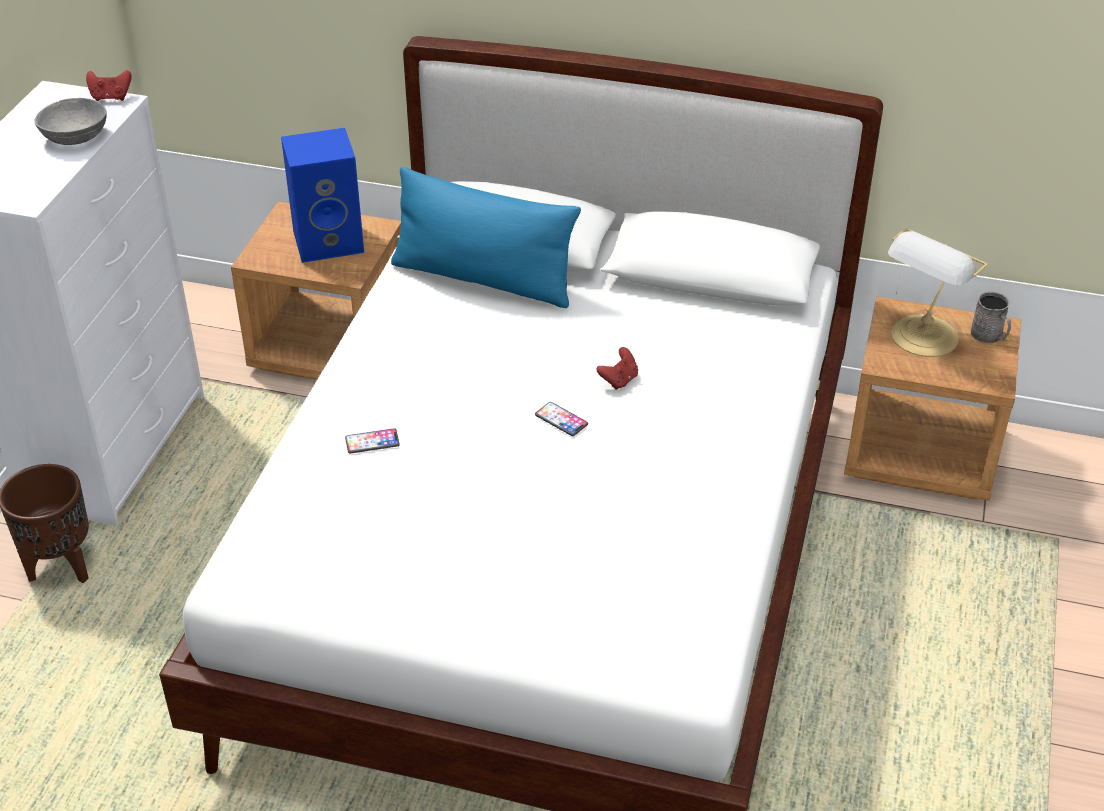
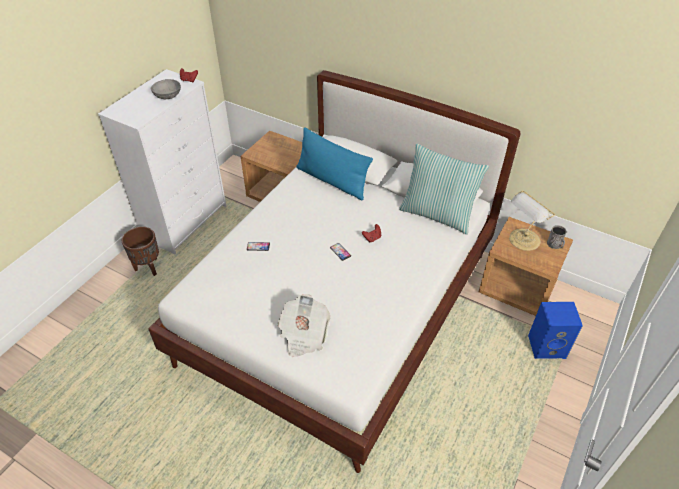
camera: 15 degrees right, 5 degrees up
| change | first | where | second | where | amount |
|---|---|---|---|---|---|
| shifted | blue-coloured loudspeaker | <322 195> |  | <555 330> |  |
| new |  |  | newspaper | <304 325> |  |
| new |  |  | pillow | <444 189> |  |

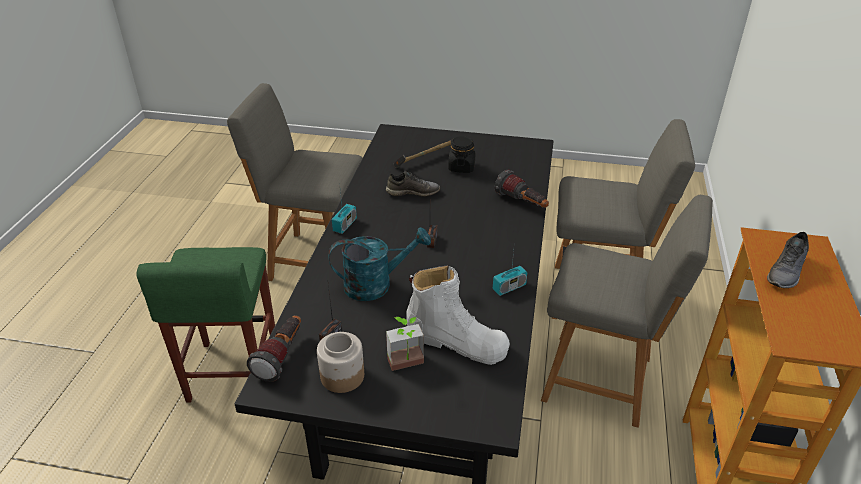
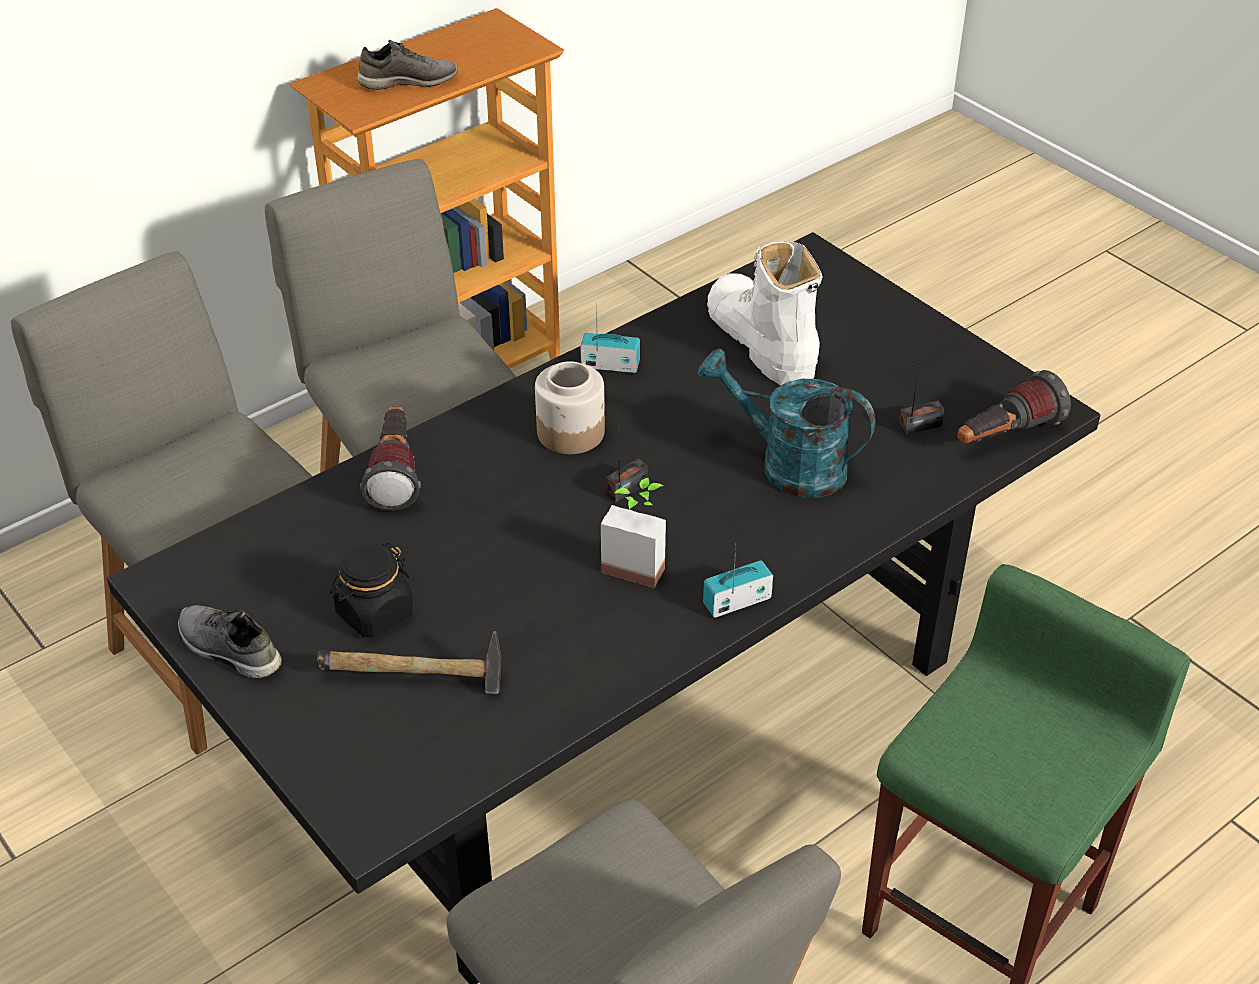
camera: 140 degrees left, 5 degrees up
| change | first | where | second | where | amount |
|---|---|---|---|---|---|
| shifted | storage jar | <340 362> |  | <570 407> |  |
| shifted | greyish low shoe | <413 184> |  | <230 641> |  |
| shifted | houseplant | <405 344> |  | <633 533> |  |

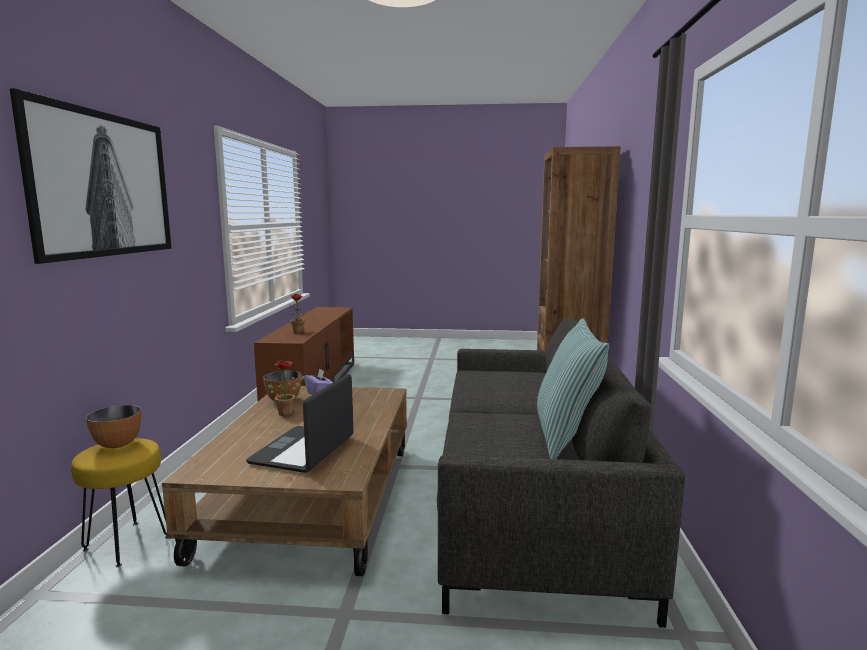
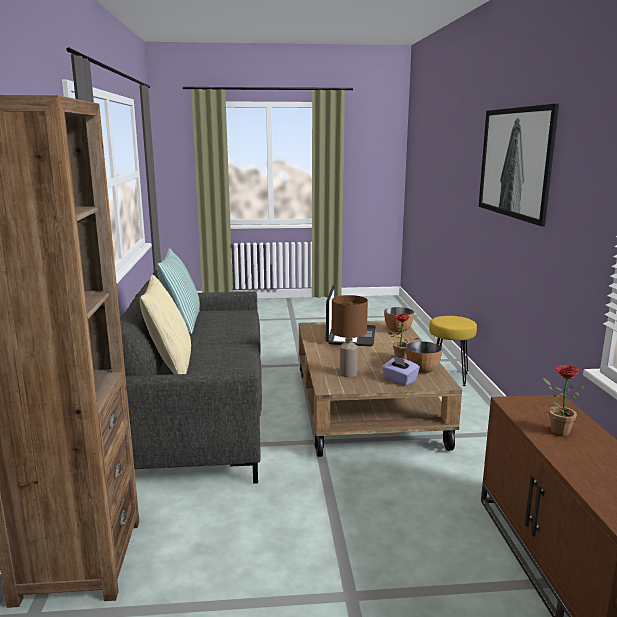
camera: 170 degrees right, 5 degrees up
| change | first | where | second | where | amount |
|---|---|---|---|---|---|
| shifted | deep dish | <113 426> |  | <399 320> |  |
| new |  |  | beige pillow | <165 324> |  |
| new |  |  | brownish tabletop lamp | <349 336> |  |

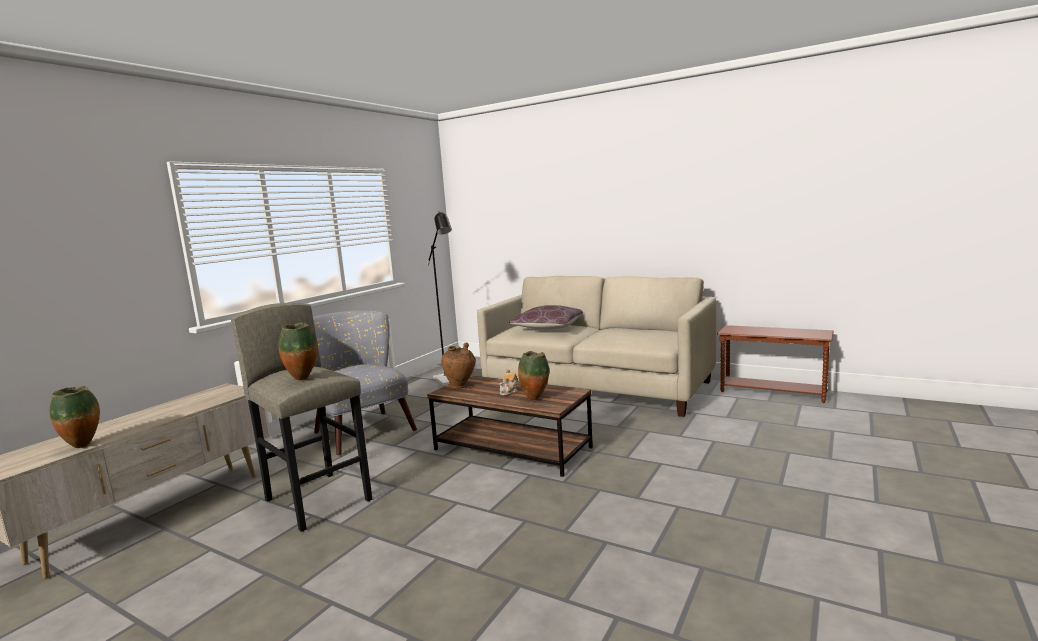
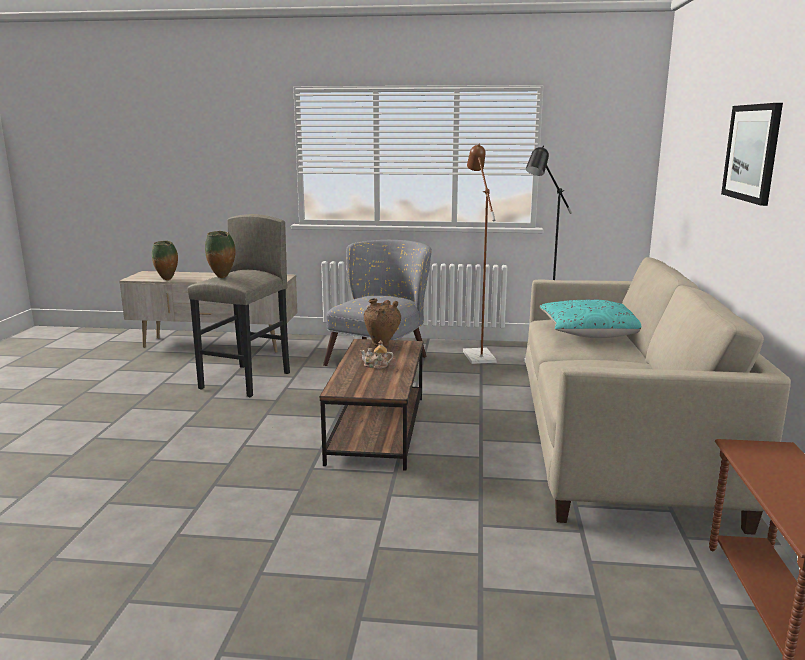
camera: 65 degrees right, 5 degrees up
| change | first | where | second | where | amount |
|---|---|---|---|---|---|
| repainted | brownish pillow | <546 317> | turquoise pillow | <590 318> |  |
| gone | decorative vase | <533 375> |  |  |  |
| new |  |  | brownish standing lamp | <479 254> |  |
| new |  |  | wall picture | <752 154> |  |

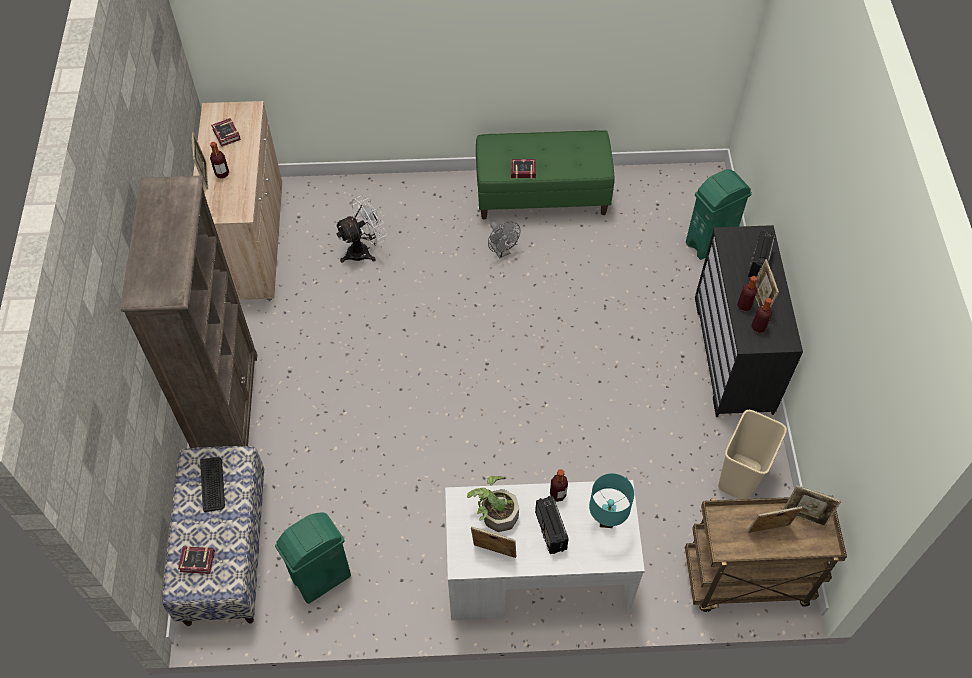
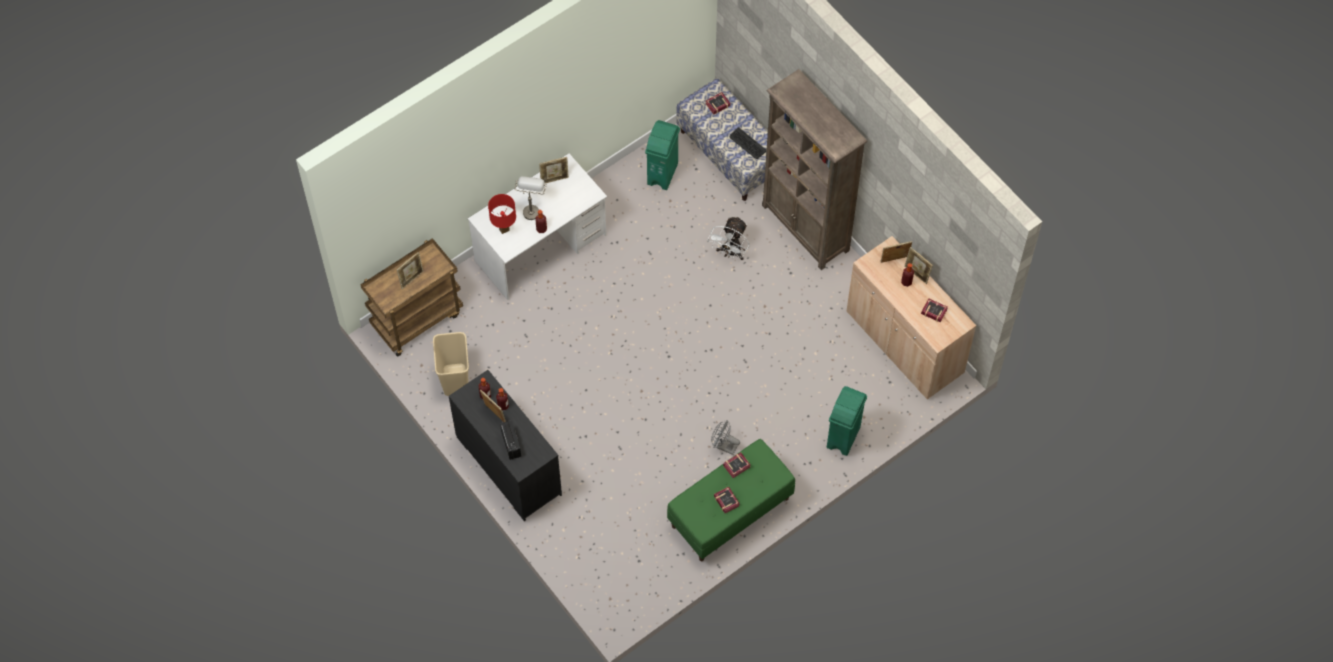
camera: 145 degrees right, 5 degrees up
| change | first | where | second | where | amount |
|---|---|---|---|---|---|
| shifted | white cooling fan | <361 229> |  | <728 238> |  |
| gone | houseplant | <493 504> |  |  |  |
| swapped | radio set | <552 525> | greyish tabletop lamp | <531 198> |  |
| repainted | turquoise tabletop lamp | <611 500> | red tabletop lamp | <502 214> |  |
| shifted | green trash can | <719 214> |  | <847 421> |  |
| shifted | standing frame | <812 506> |  | <896 252> |  |
| new |  |  | bound book | <727 499> |  |

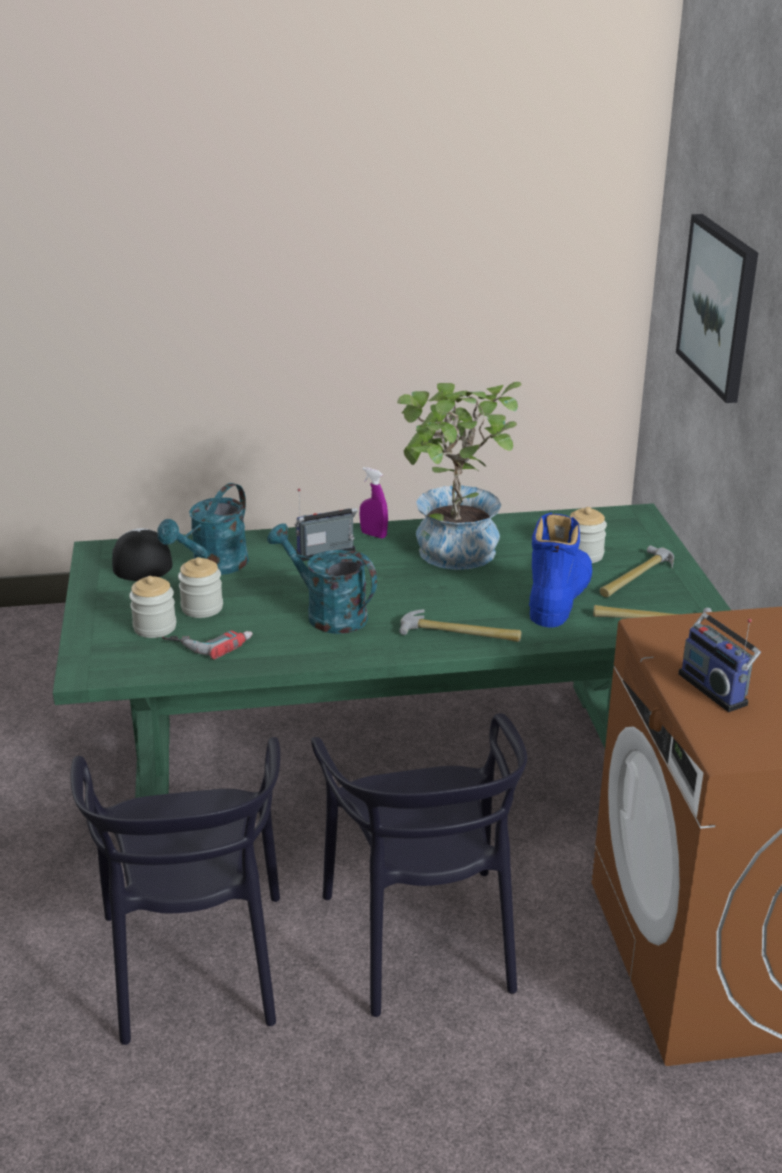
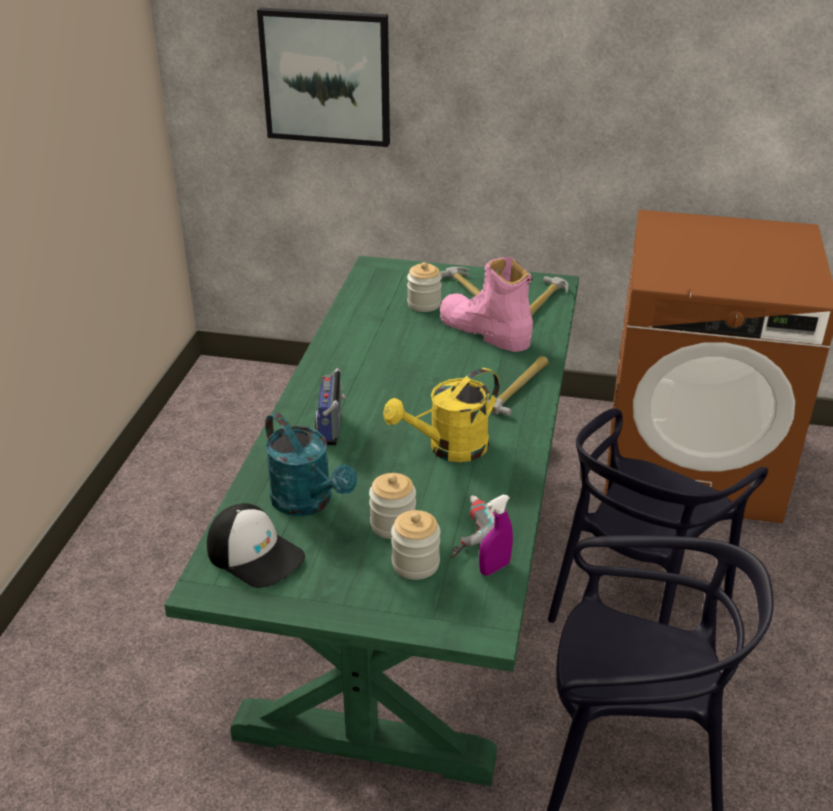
camera: 70 degrees left, 5 degrees up
| change | first | where | second | where | amount |
|---|---|---|---|---|---|
| rotated | cap | <142 554> |  | <256 545> | 150 degrees counterclockwise |
| repainted | turquoise watering can | <322 578> | yellowish watering can | <441 415> |  |
| rotated | blackish upright chair | <419 865> |  | <658 516> | 120 degrees clockwise |
| shifted | purplish sprayer | <374 503> |  | <496 535> |  |
| gone | houseplant | <459 476> |  |  |  |
| repainted | blue-coloured high-top boot | <560 570> | pink-coloured high-top boot | <486 304> |  |
| gone | radio set | <719 662> |  |  |  |

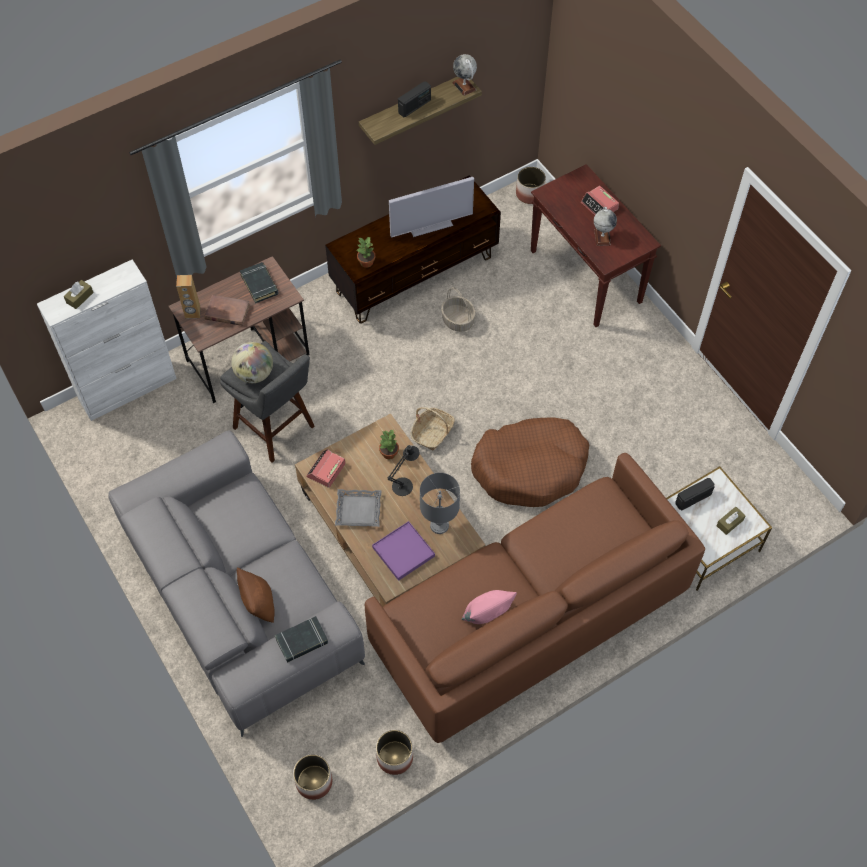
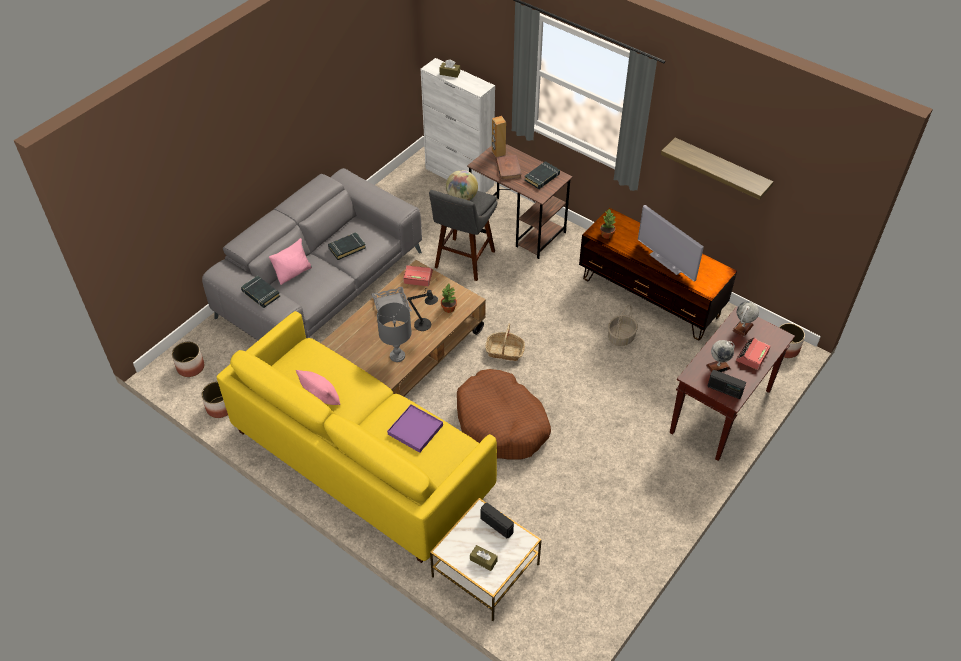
camera: 70 degrees right, 10 degrees down
| change | first | where | second | where | amount |
|---|---|---|---|---|---|
| repainted | brownish pillow | <256 595> | pink-coloured pillow | <290 261> |  |
| repainted | brownish couch | <535 598> | yellowish couch | <357 437> |  |
| shifted | purplish serving tray | <403 551> |  | <415 428> |  |
| shifted | radio set | <414 99> |  | <726 384> |  |
| shifted | globe | <464 75> |  | <745 319> |  |
| new |  |  | blackish bound book | <347 246> |  |

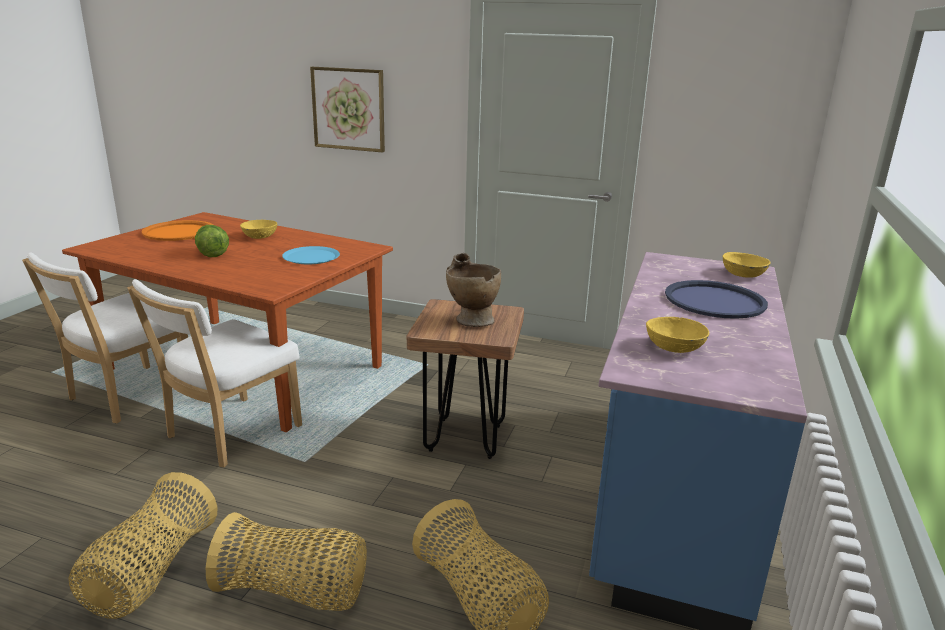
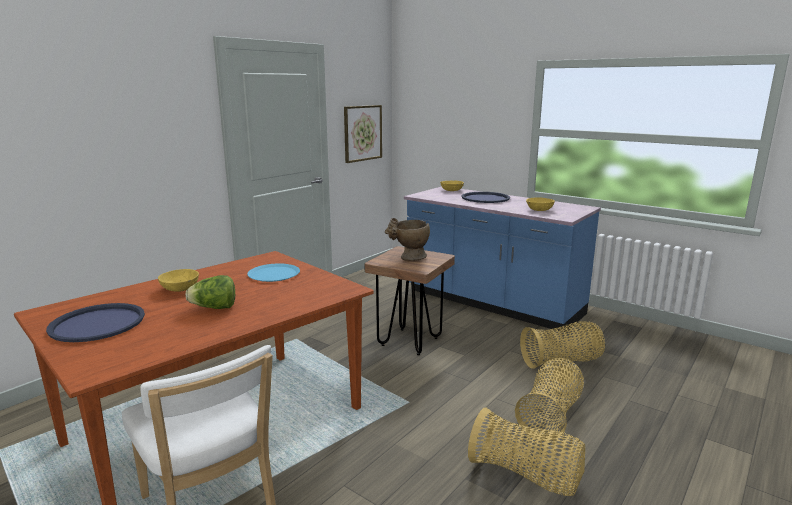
camera: 70 degrees left, 5 degrees down
| change | first | where | second | where | amount |
|---|---|---|---|---|---|
| gone | white upright chair | <214 373> |  |  |  |
| repainted | orangey serving tray | <177 230> | blue-coloured serving tray | <95 322> |  |
| shifted | wall picture | <347 109> |  | <363 134> |  |

